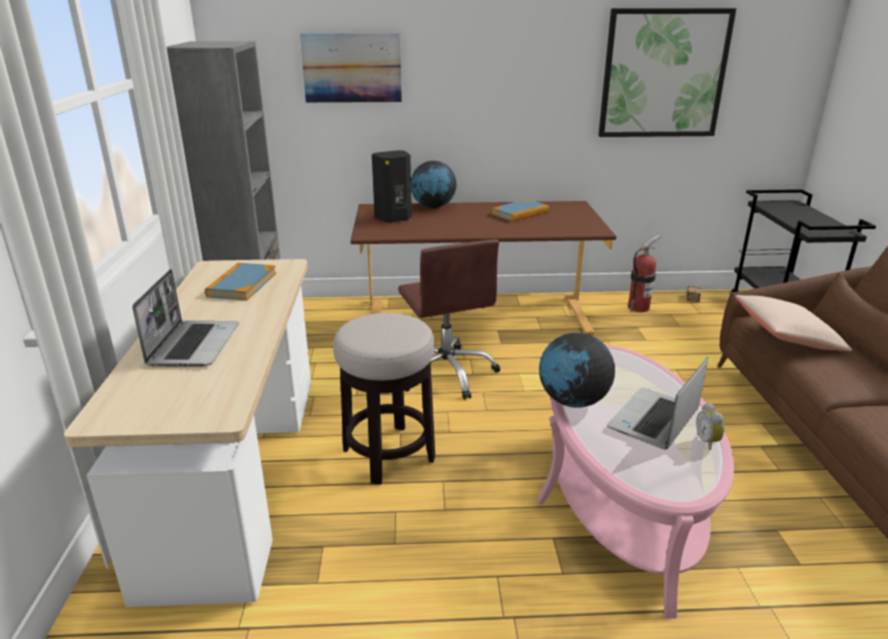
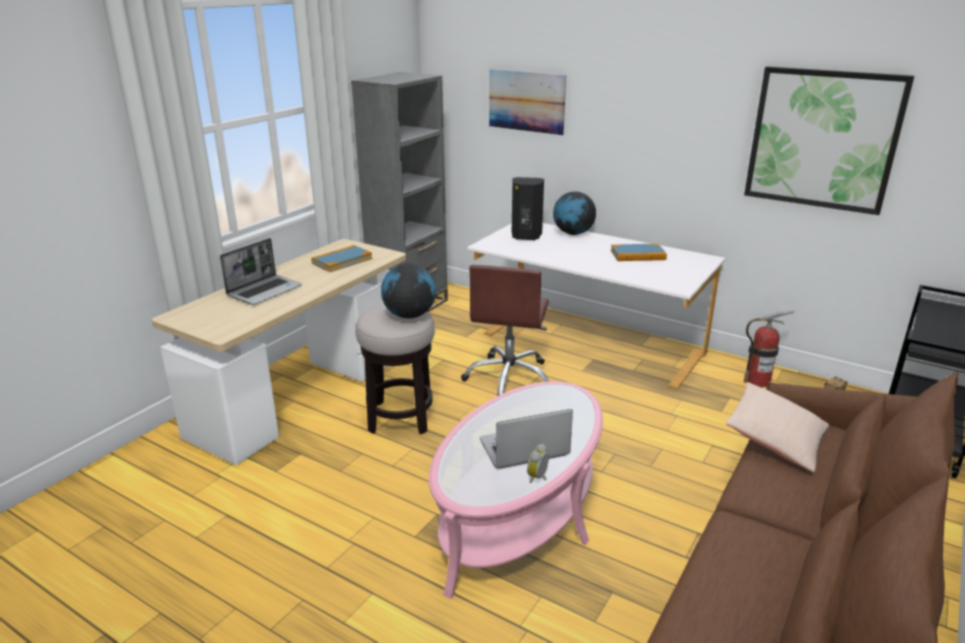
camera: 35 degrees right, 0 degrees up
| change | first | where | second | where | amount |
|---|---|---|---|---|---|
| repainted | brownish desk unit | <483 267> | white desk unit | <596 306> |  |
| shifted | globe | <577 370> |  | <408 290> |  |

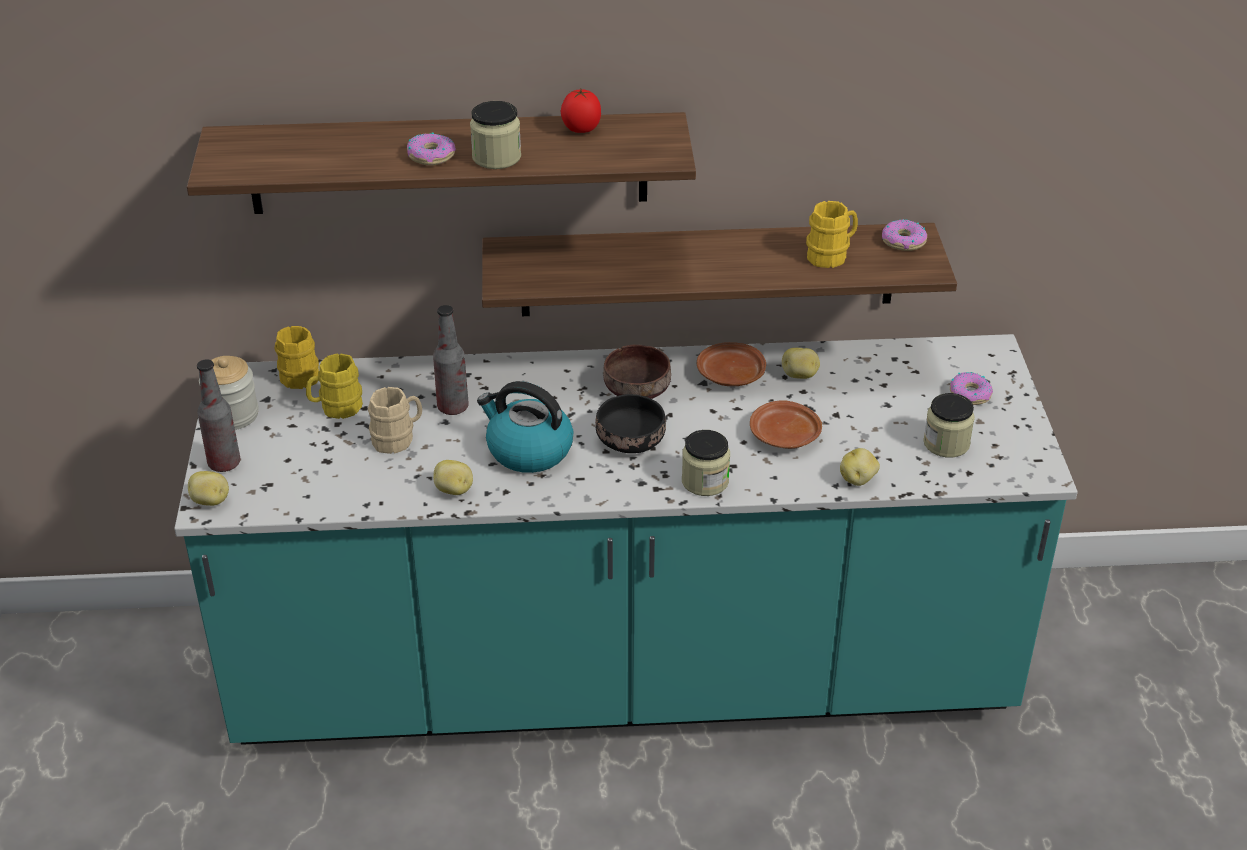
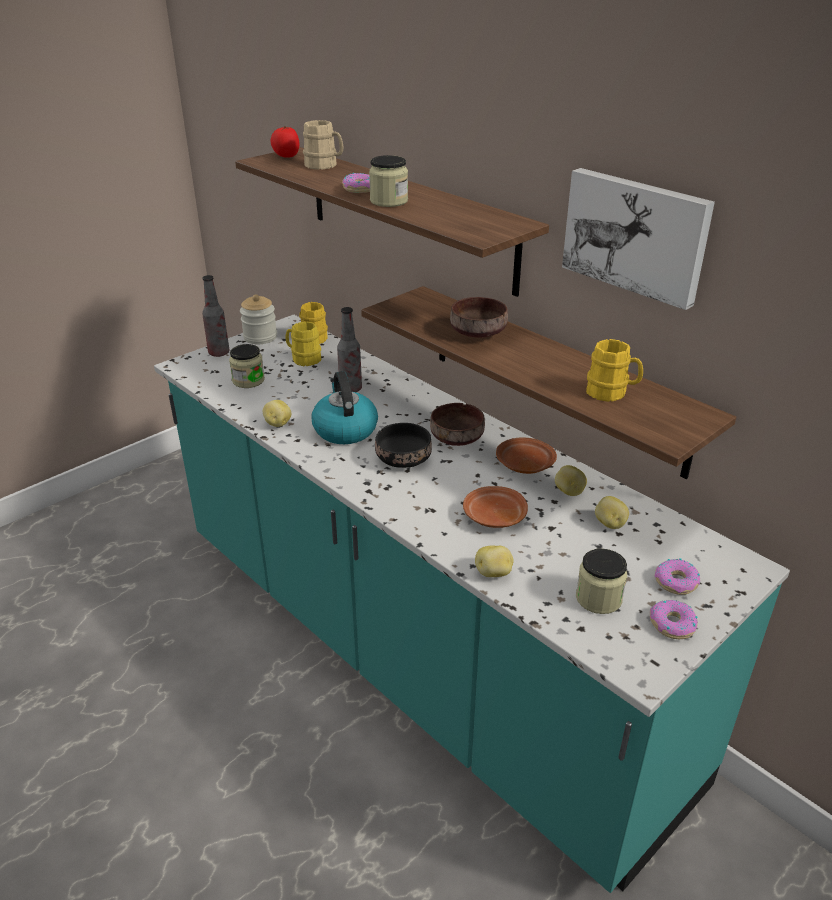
camera: 50 degrees right, 5 degrees down
| change | first | where | second | where | amount |
|---|---|---|---|---|---|
| shifted | potato | <208 488> |  | <612 512> |  |
| shifted | beige tea mug | <395 420> |  | <323 145> |  |
| shifted | tomato | <581 111> |  | <285 142> |  |
| shifted | storage jar | <706 463> |  | <247 366> |  |
| shifted | ring doughnut | <904 235> |  | <674 619> |  |
| new |  |  | brownish deep dish | <479 317> |  |
| new |  |  | wall picture | <638 239> |  |

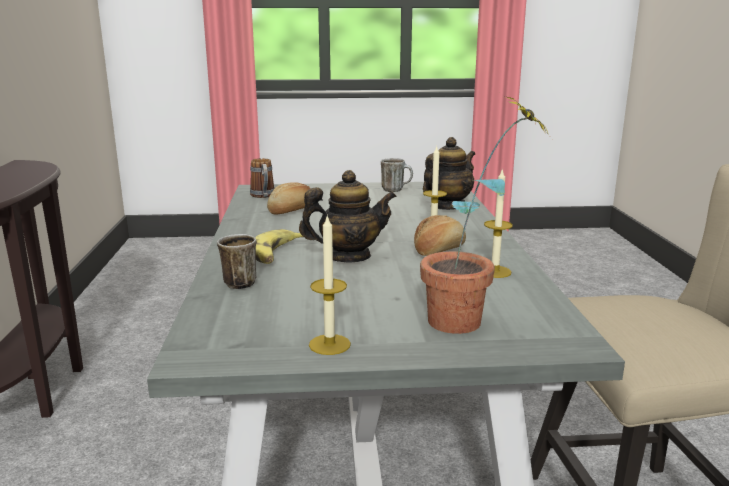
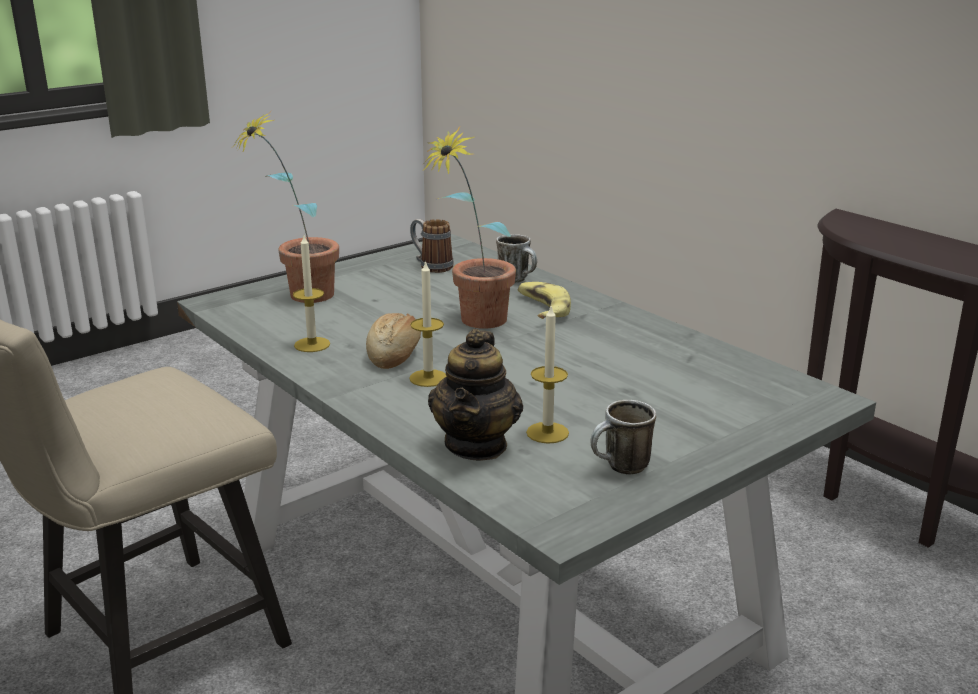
camera: 145 degrees right, 5 degrees up
| change | first | where | second | where | amount |
|---|---|---|---|---|---|
| shifted | tea mug | <262 178> |  | <432 246> |  |
| gone | bakery bread | <289 198> |  |  |  |
| swapped | pot for tea | <348 216> | houseplant | <469 227> |  |
| shifted | candle | <330 284> |  | <547 375> |  |

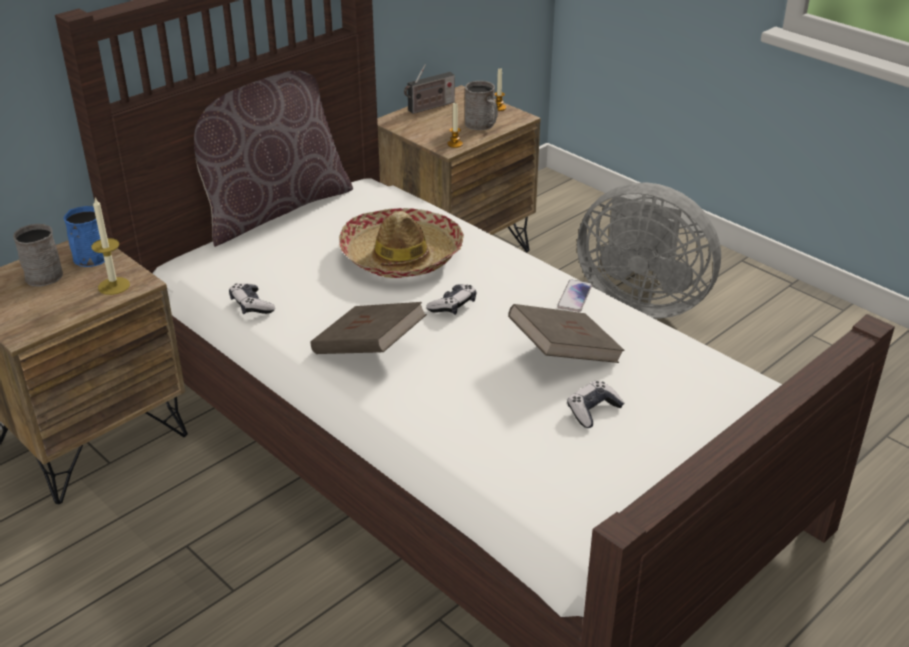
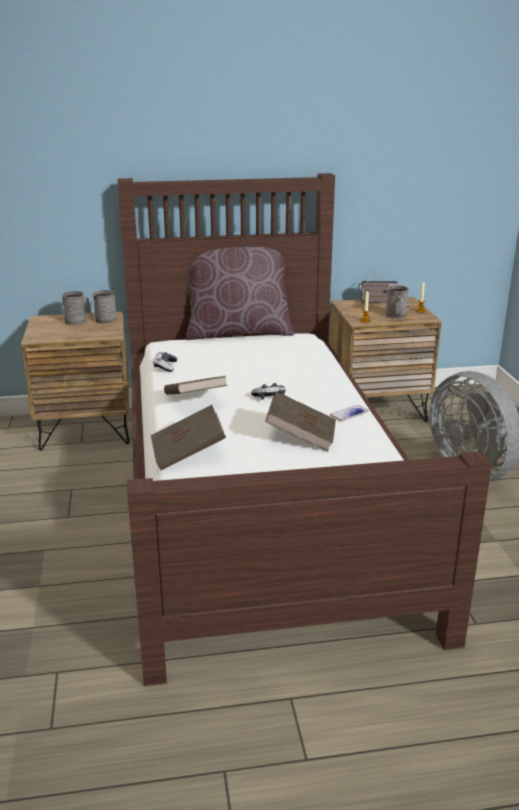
camera: 35 degrees right, 10 degrees down
| change | first | where | second | where | amount |
|---|---|---|---|---|---|
| repainted | blue-coloured tea mug | <84 236> | greyish tea mug | <103 307> |  |
| gone | candle | <110 246> |  |  |  |
| gone | hat | <401 243> |  |  |  |
| gone | joypad | <595 404> |  |  |  |
| new |  |  | brownish bound book | <188 437> |  |

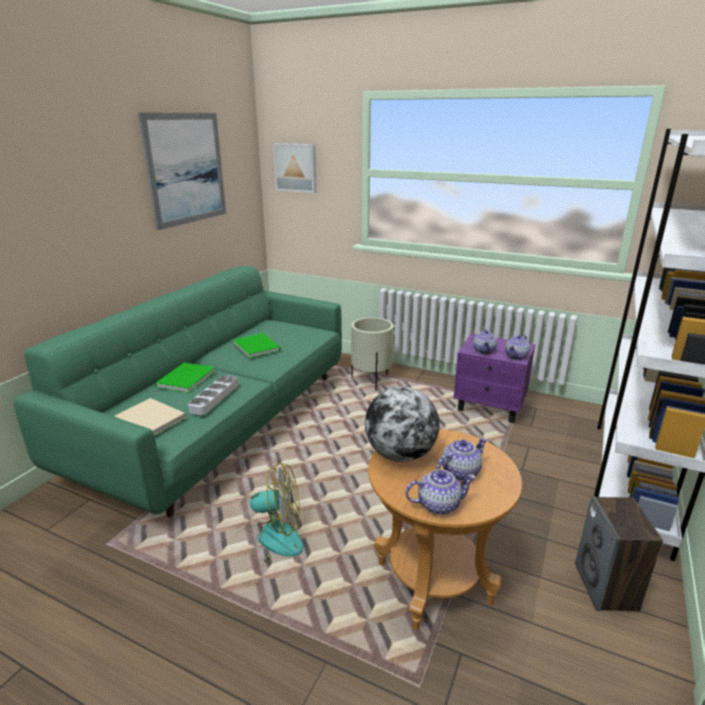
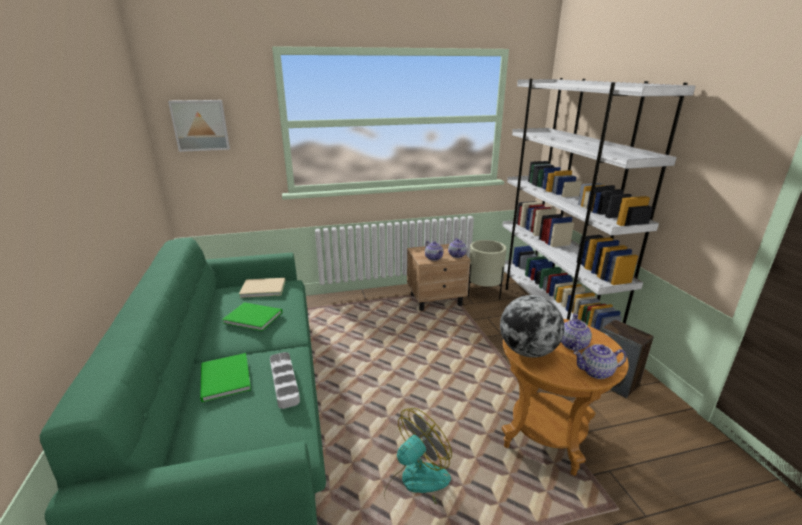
camera: 40 degrees left, 0 degrees up
| change | first | where | second | where | amount |
|---|---|---|---|---|---|
| shifted | beige bound book | <151 416> |  | <262 288> |  |
| gone | wall picture | <182 171> |  |  |  |
| shifted | beige planter | <372 353> |  | <487 269> |  |
| rotated | pot for tea | <440 492> |  | <600 361> | 135 degrees counterclockwise |
| repainted | purplish bedside table | <494 378> | beige bedside table | <439 277> |  |

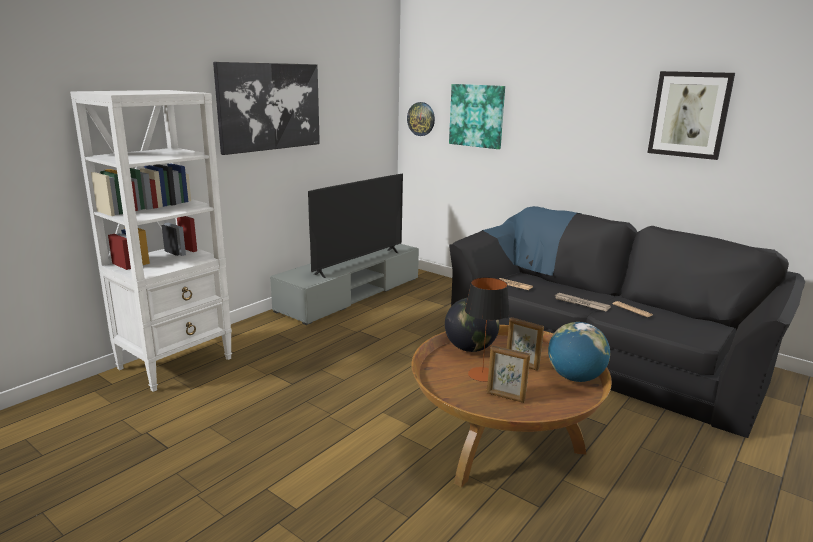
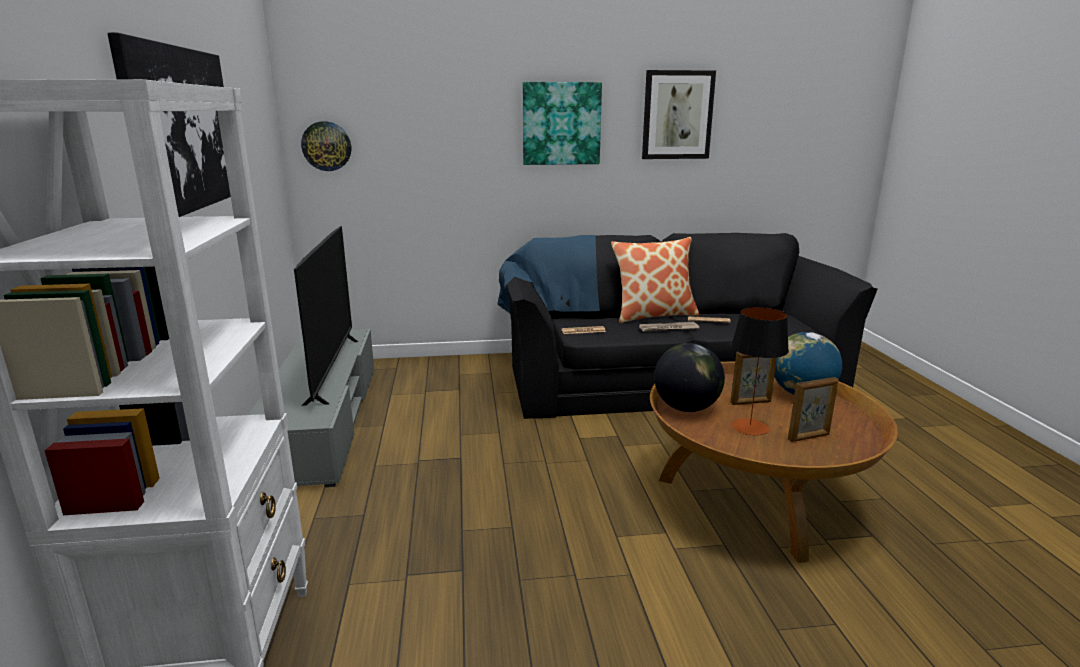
camera: 45 degrees left, 0 degrees up
| change | first | where | second | where | amount |
|---|---|---|---|---|---|
| shifted | wall picture | <477 116> |  | <562 123> |  |
| new |  |  | pillow | <655 280> |  |

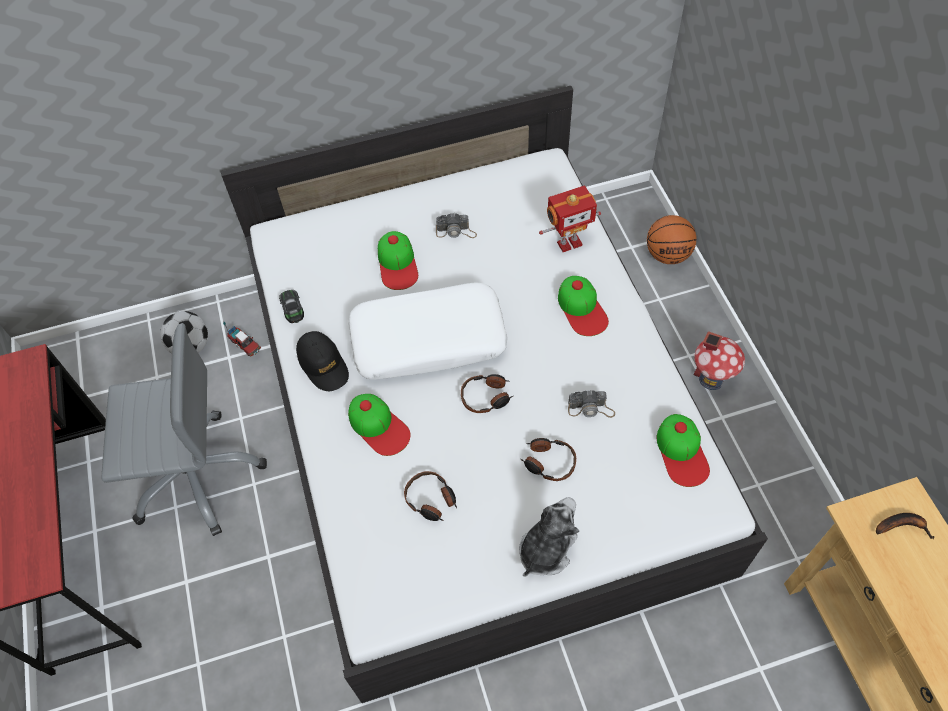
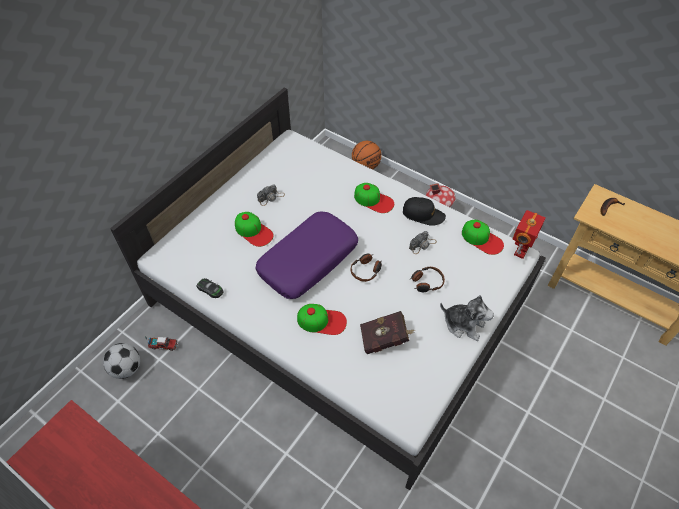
camera: 40 degrees left, 5 degrees down
| change | first | where | second | where | amount |
|---|---|---|---|---|---|
| gone | greyish desk chair | <184 429> |  |  |  |
| shifted | blackish cap | <322 361> |  | <424 211> |  |
| repainted | white pillow | <428 330> | purplish pillow | <306 255> |  |
| swapped | headset | <430 496> | red bound book | <387 332> |  |
| rotated | plush toy | <549 537> |  | <467 318> | 120 degrees clockwise |
| shifted | model robot | <570 219> |  | <529 234> |  |

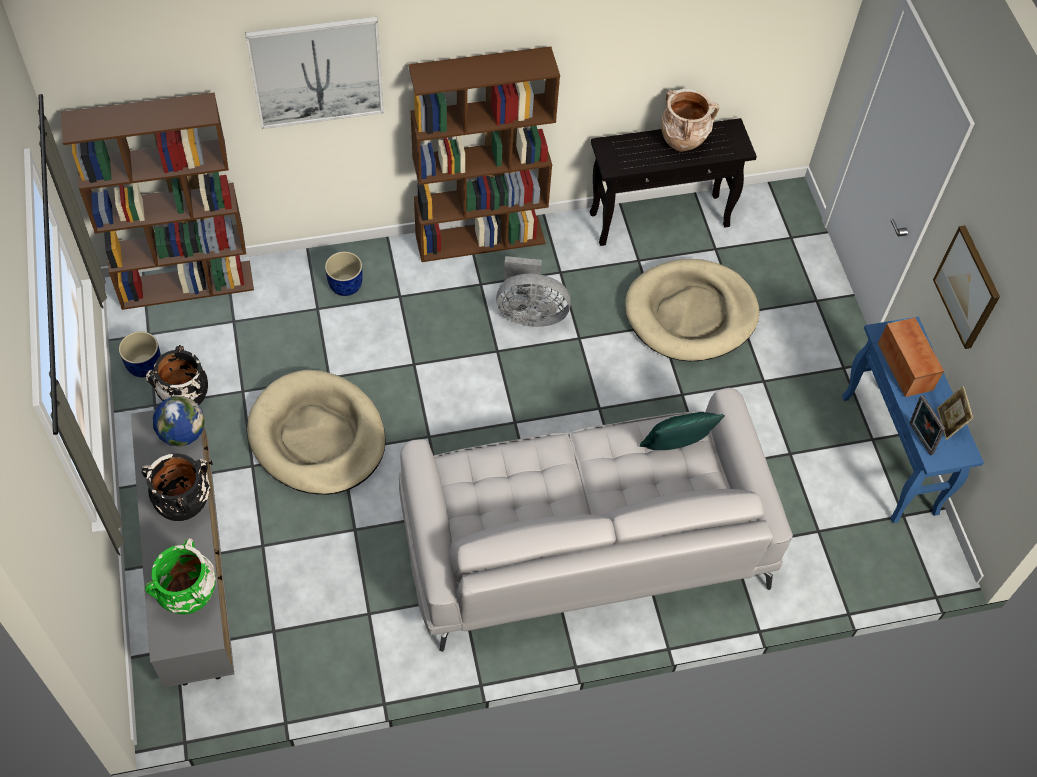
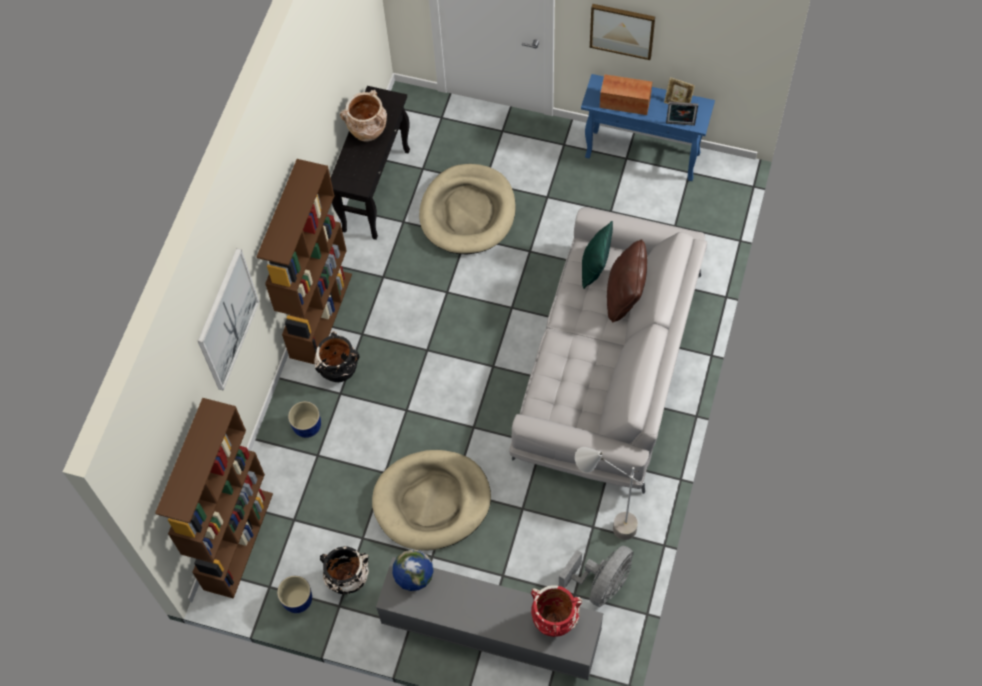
camera: 55 degrees left, 5 degrees up
| change | first | where | second | where | amount |
|---|---|---|---|---|---|
| shifted | blackish decorative vase | <175 487> |  | <337 356> |  |
| repainted | green decorative vase | <180 576> | red decorative vase | <557 611> |  |
| shifted | greyish cooling fan | <533 291> |  | <596 576> |  |
| new |  |  | greyish standing lamp | <609 493> |  |
| new |  |  | brownish pillow | <627 281> |  |

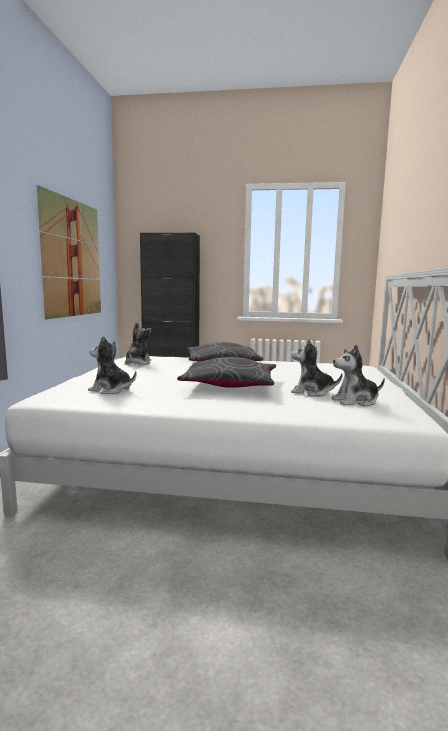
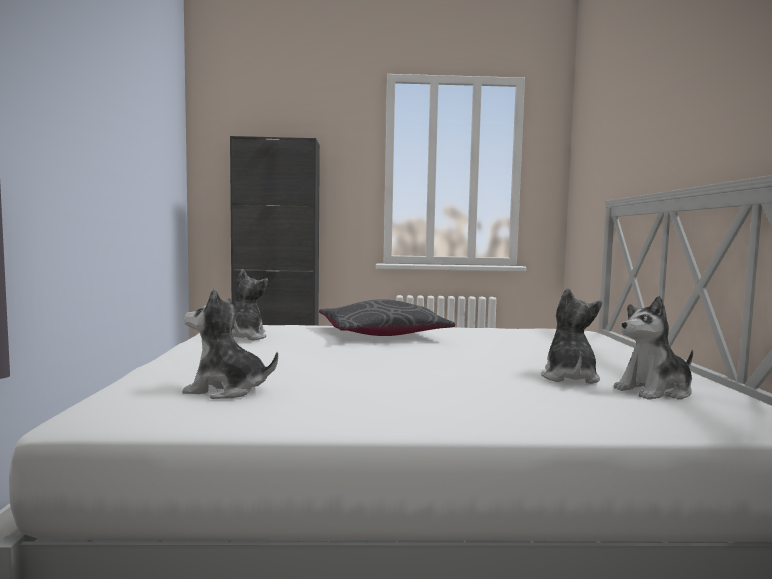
camera: 10 degrees left, 5 degrees down
| change | first | where | second | where | amount |
|---|---|---|---|---|---|
| gone | wall picture | <69 252> |  |  |  |
| gone | greyish pillow | <226 372> |  |  |  |
| rotated | plush toy | <316 367> |  | <571 336> | 90 degrees clockwise |

